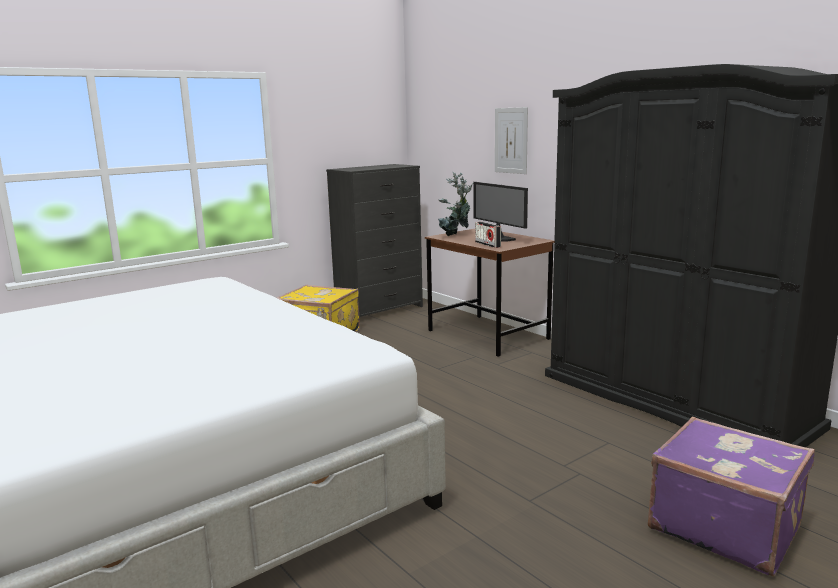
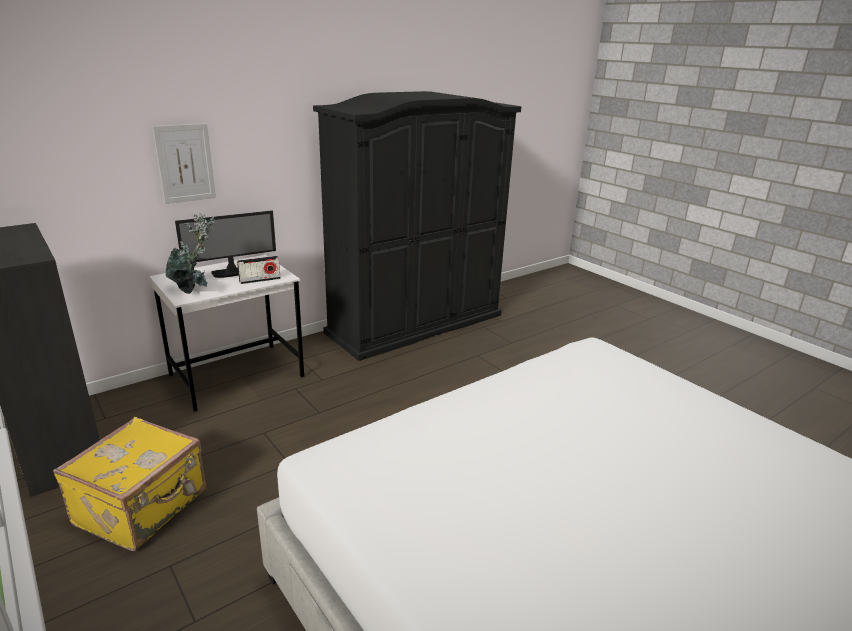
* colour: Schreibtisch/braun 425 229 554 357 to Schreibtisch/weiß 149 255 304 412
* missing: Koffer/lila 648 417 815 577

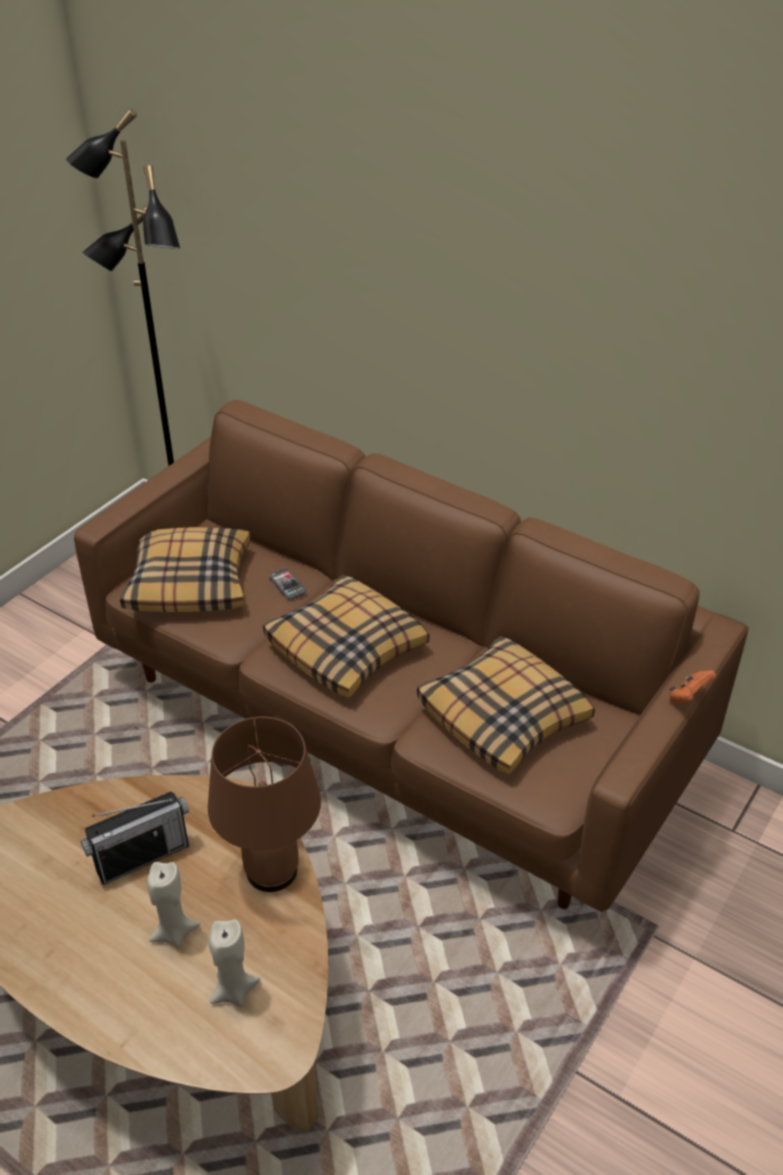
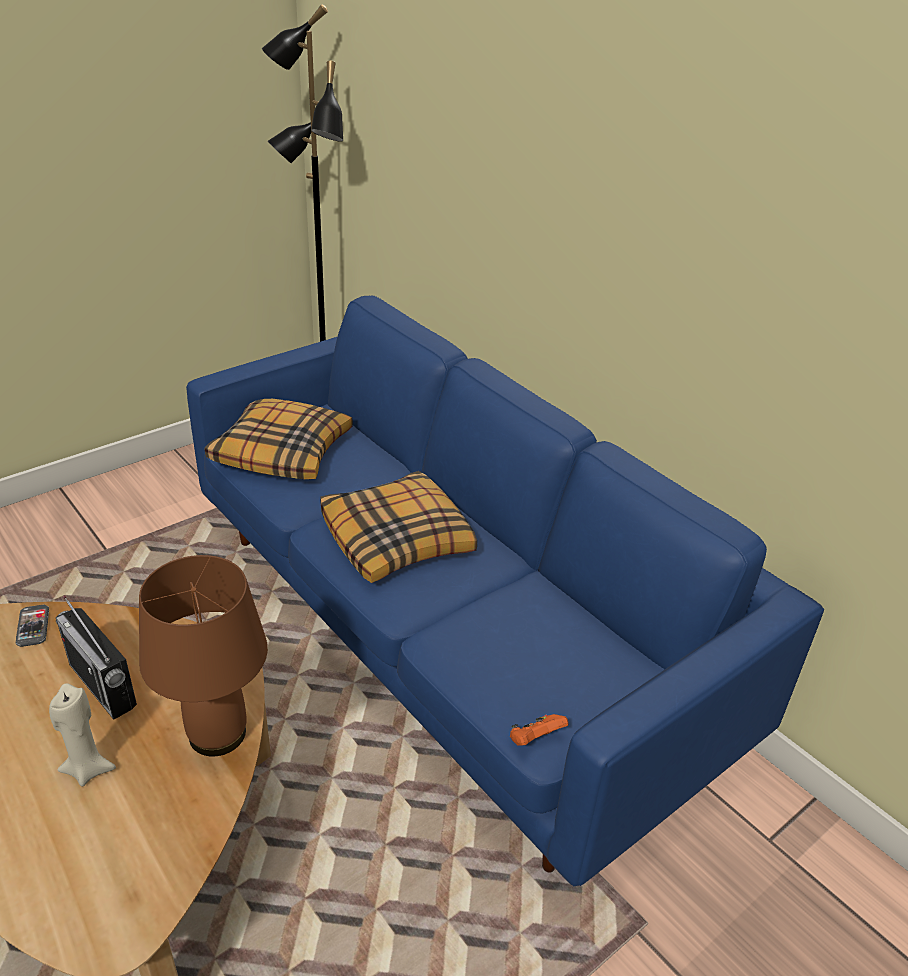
* relocated: Handy 269 568 307 600 to 16 605 49 647
* spun: Radio 81 792 189 885 = 56 595 137 720 60 degrees clockwise
* colour: Sofa/braun 74 400 749 912 to Sofa/blau 186 296 824 886
* relocated: Gamepad/orange 669 670 716 704 to 510 714 568 746
* missing: Kerze/beige 209 919 260 1007
* missing: Kissen 417 636 595 774

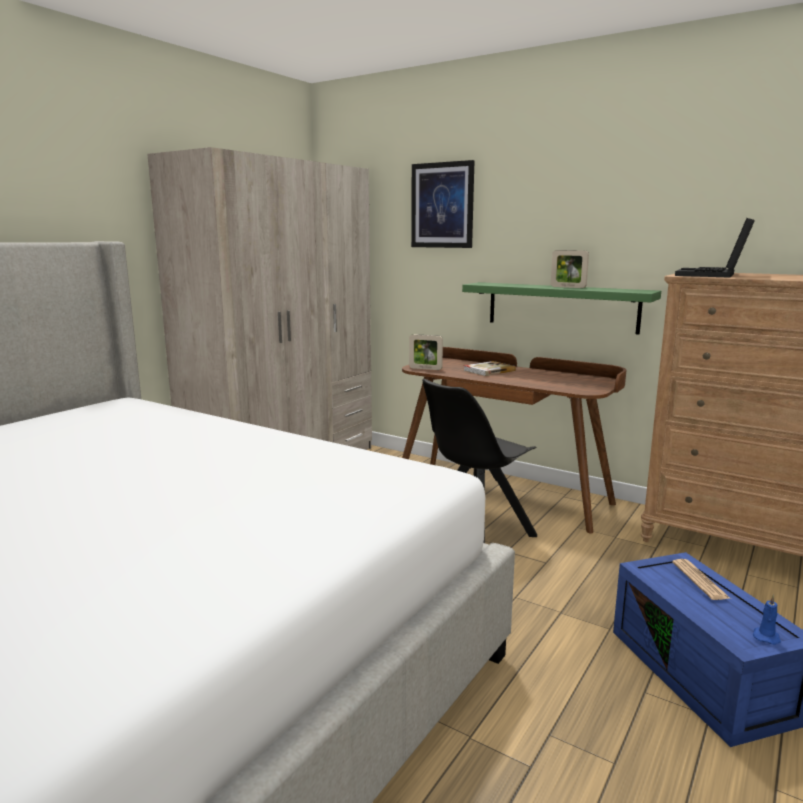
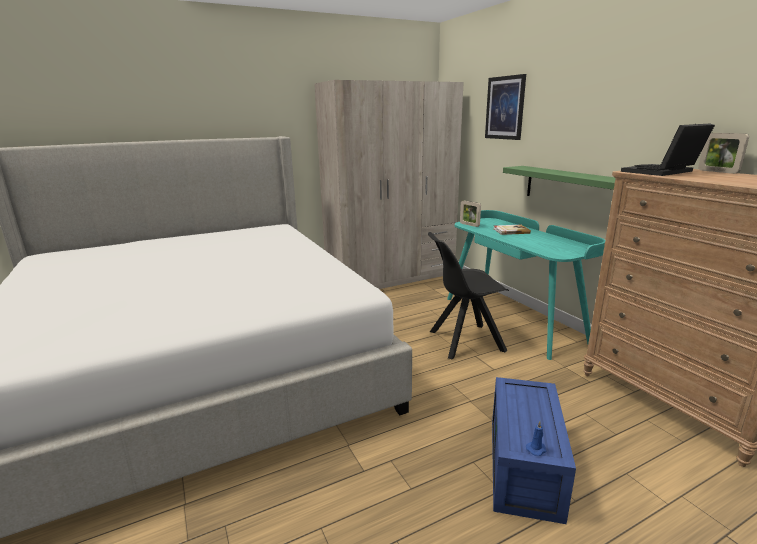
* colour: Schreibtisch/braun 402 347 626 533 to Schreibtisch/türkis 447 210 605 360
* relocated: Bilderrahmen 551 250 589 288 to 698 133 749 174
* missing: Zeitung 672 559 731 600

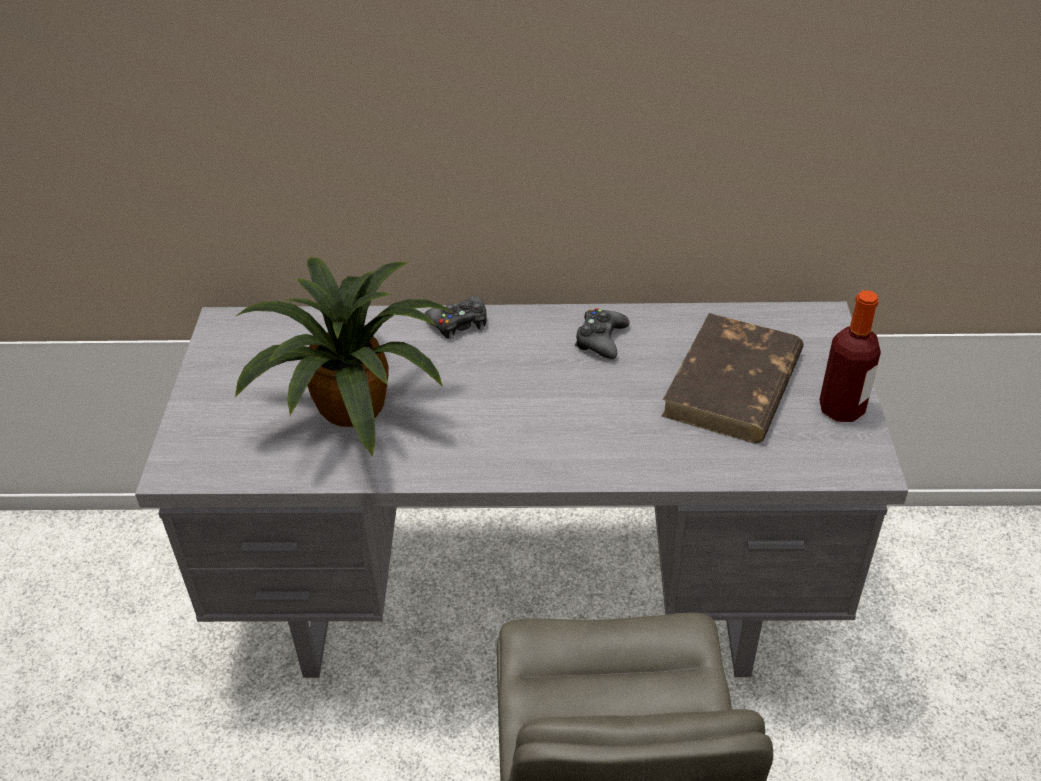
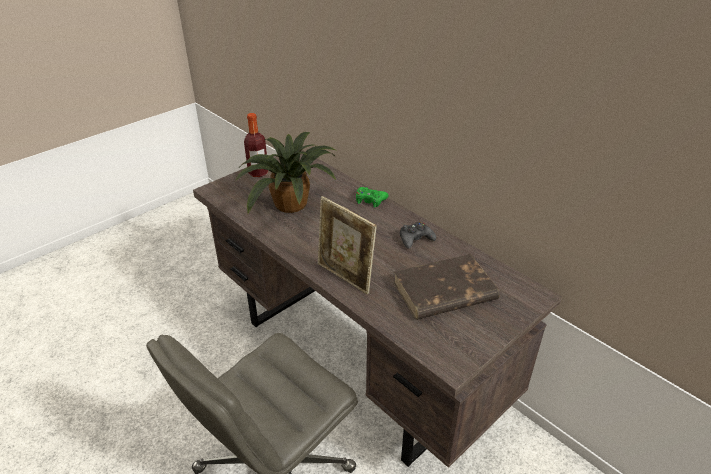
* colour: Schreibtisch/grau 135 302 908 678 to Schreibtisch/braun 193 150 562 468
* relocated: Flasche 819 290 881 422 to 244 113 268 177
* appeared: Bilderrahmen 318 196 377 295
* colour: Gamepad/schwarz 425 296 487 340 to Gamepad/grün 356 187 388 207

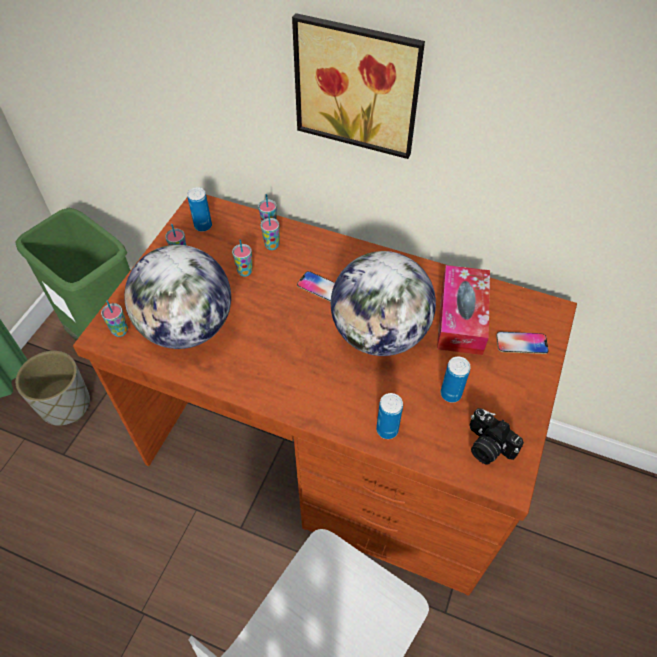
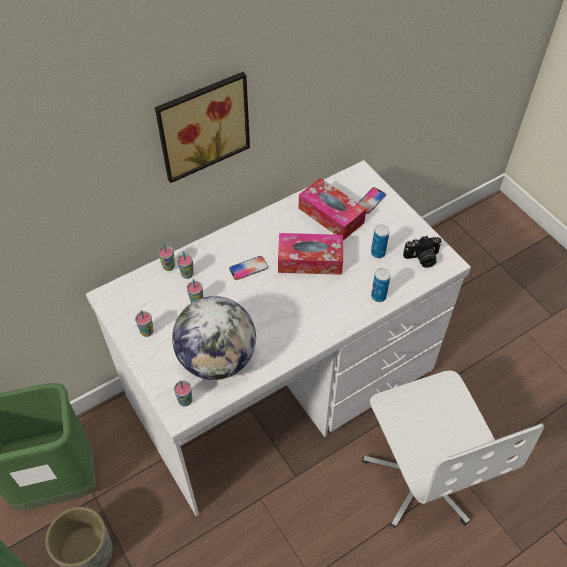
* colour: Schreibtisch/braun 73 195 577 596 to Schreibtisch/weiß 86 160 471 516
* exchanged: Globus 331 251 436 356 to Taschentuchbox 278 233 343 275
* missing: Dose 187 187 212 232

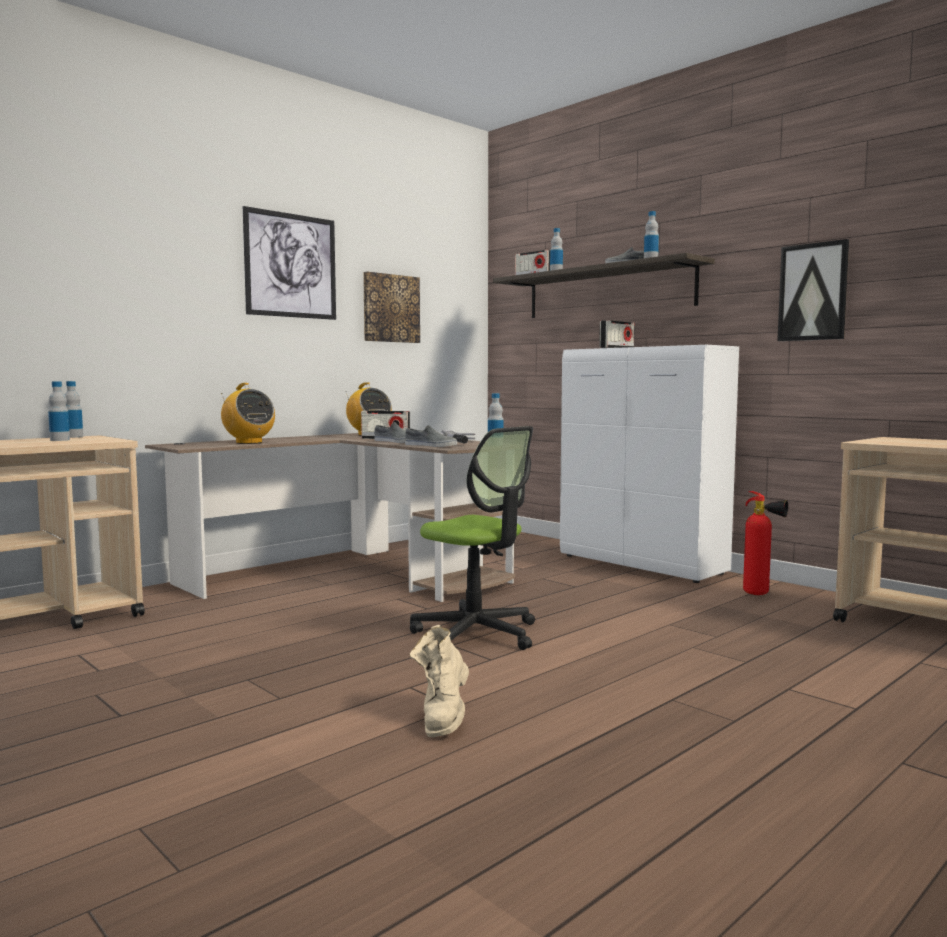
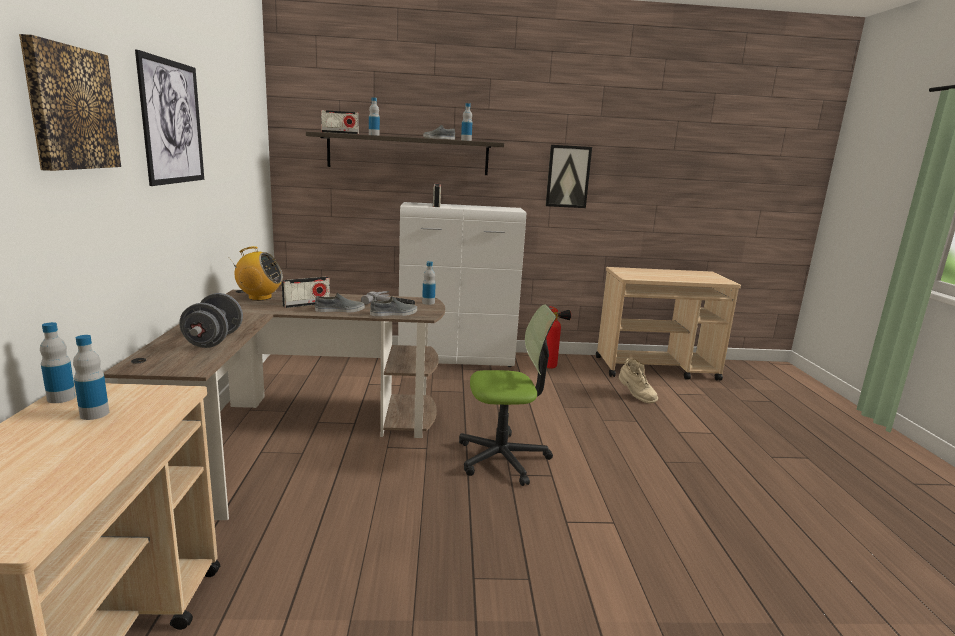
* relocated: Bild 363 272 420 343 to 19 34 121 171
* exchanged: Radio 221 383 275 444 to Hantel/grau 179 293 243 348
* relocated: Stiefel/beige 410 625 469 737 to 619 358 658 404

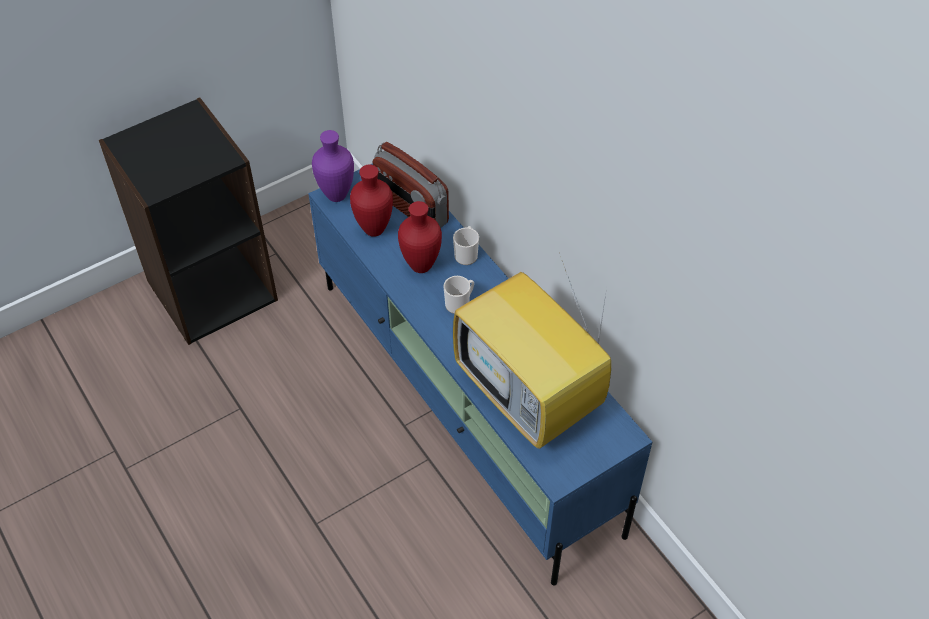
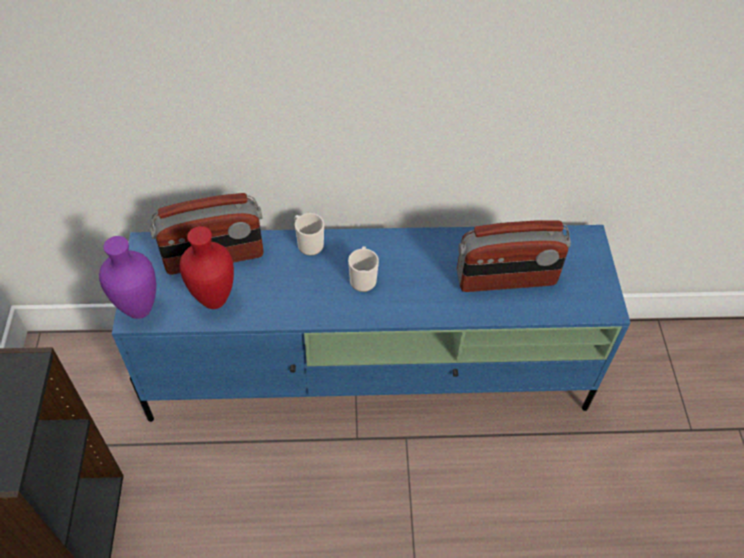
* exchanged: Fernseher 453 256 611 449 to Radio 457 221 571 292
* missing: Vase/rot 398 201 442 273

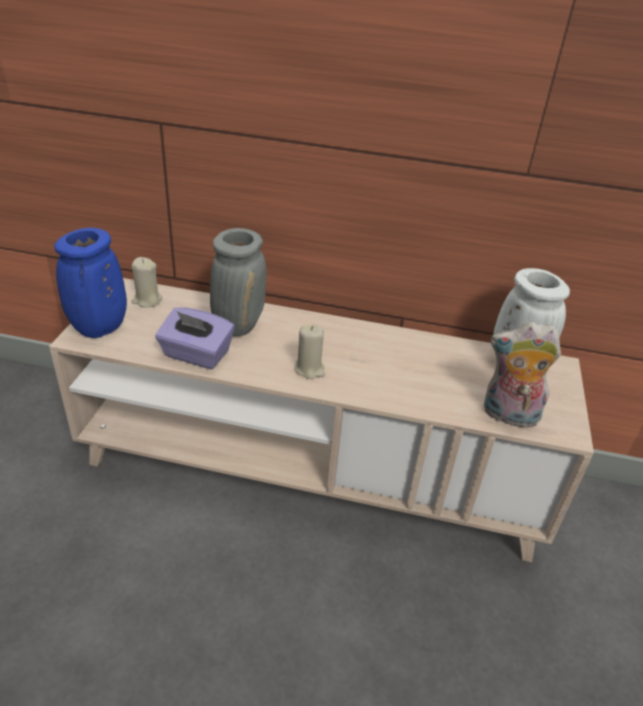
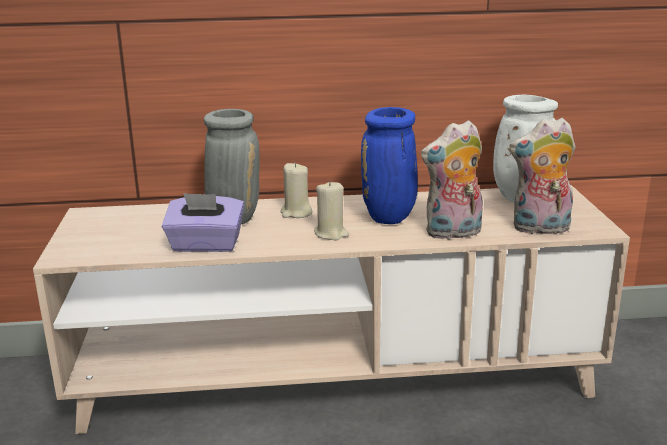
* relocated: Kerze/beige 131 257 163 308 to 280 162 313 218
* relocated: Vase/blau 54 228 127 338 to 361 107 418 224
* appeared: Plüschtier 421 120 483 240

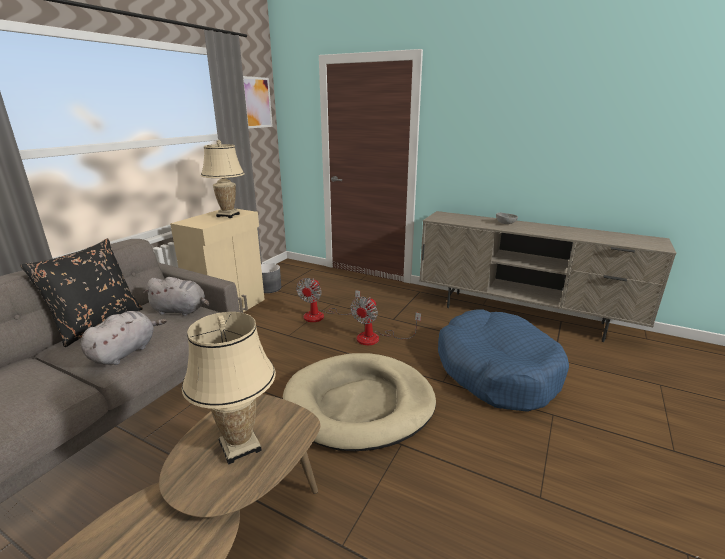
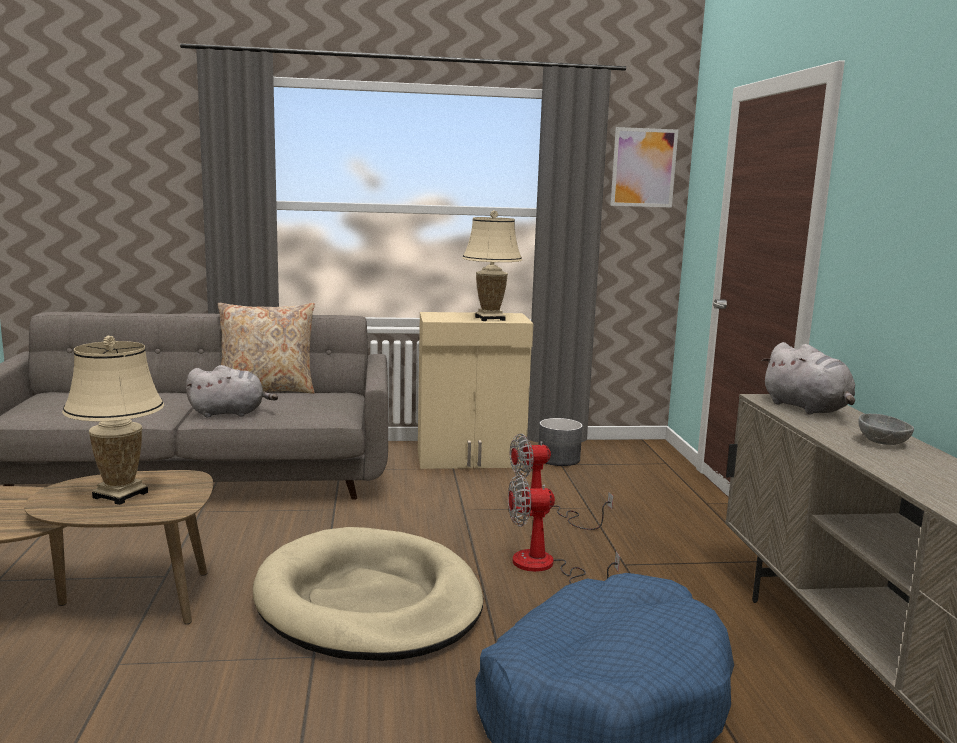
* colour: Kissen/schwarz 20 238 143 347 to Kissen/beige 218 303 315 394
* relocated: Plüschtier/grau 143 277 209 316 to 761 342 855 414

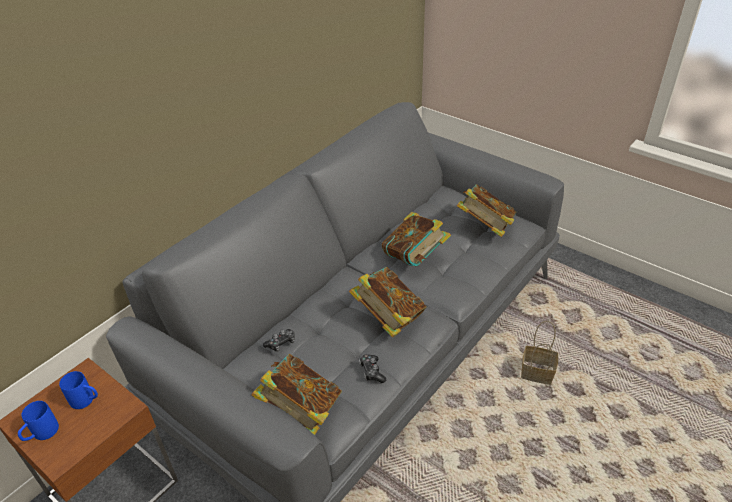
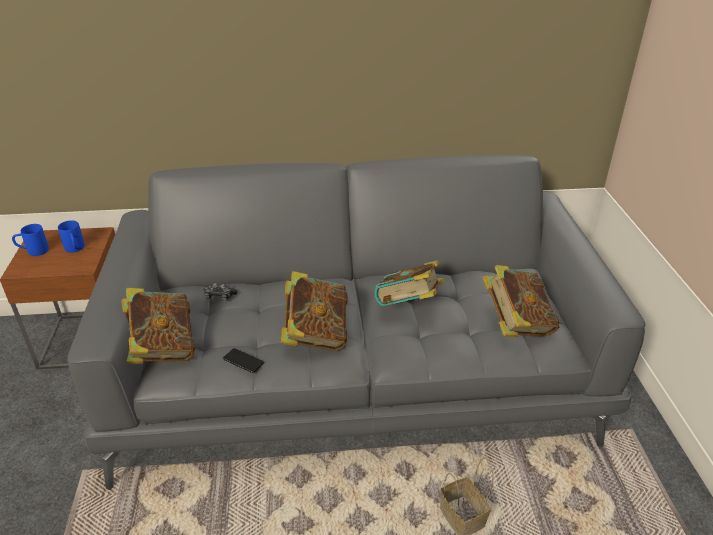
* exchanged: Gamepad 359 354 386 383 to Handy 223 348 264 373

